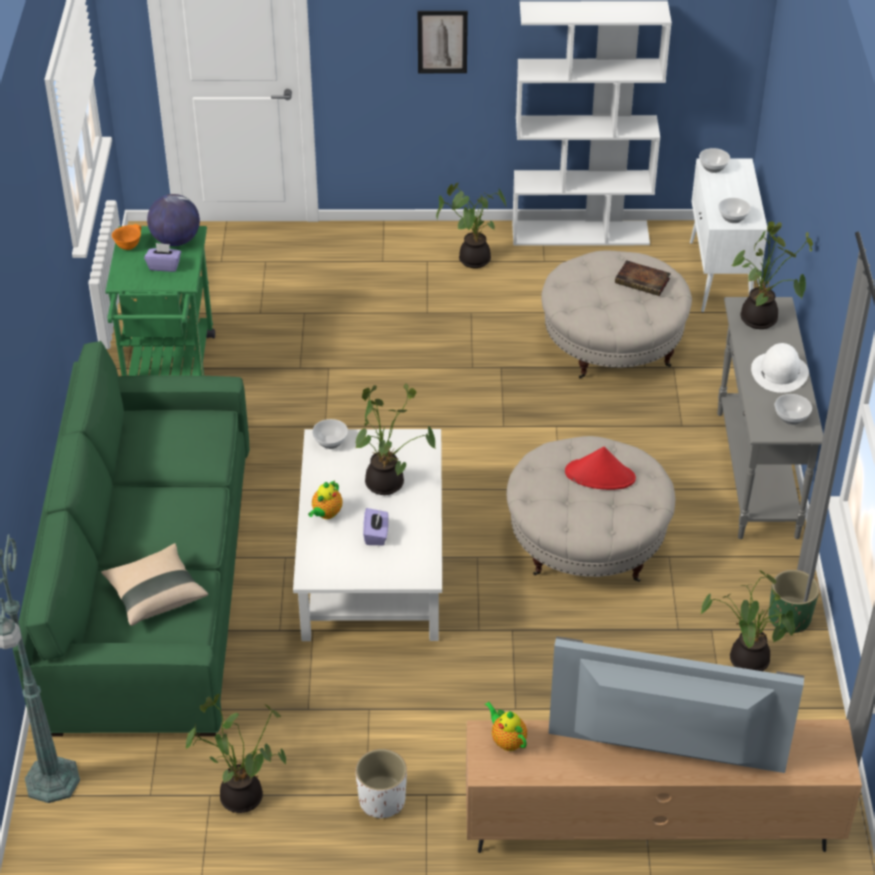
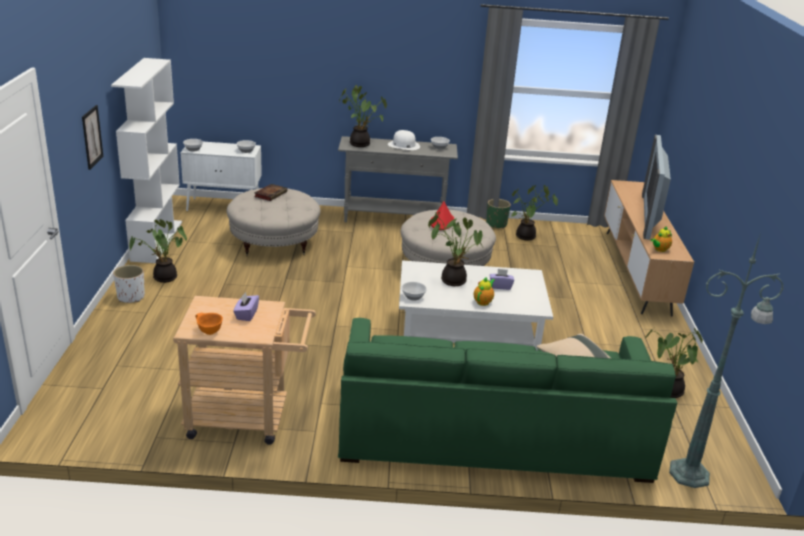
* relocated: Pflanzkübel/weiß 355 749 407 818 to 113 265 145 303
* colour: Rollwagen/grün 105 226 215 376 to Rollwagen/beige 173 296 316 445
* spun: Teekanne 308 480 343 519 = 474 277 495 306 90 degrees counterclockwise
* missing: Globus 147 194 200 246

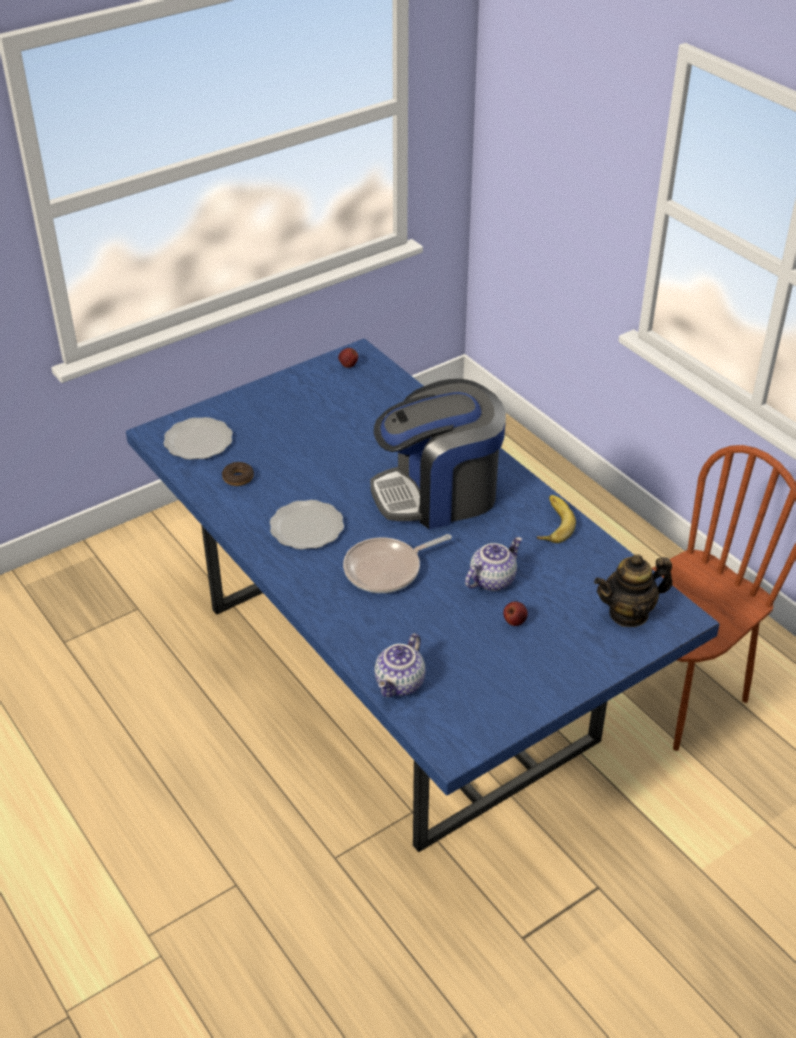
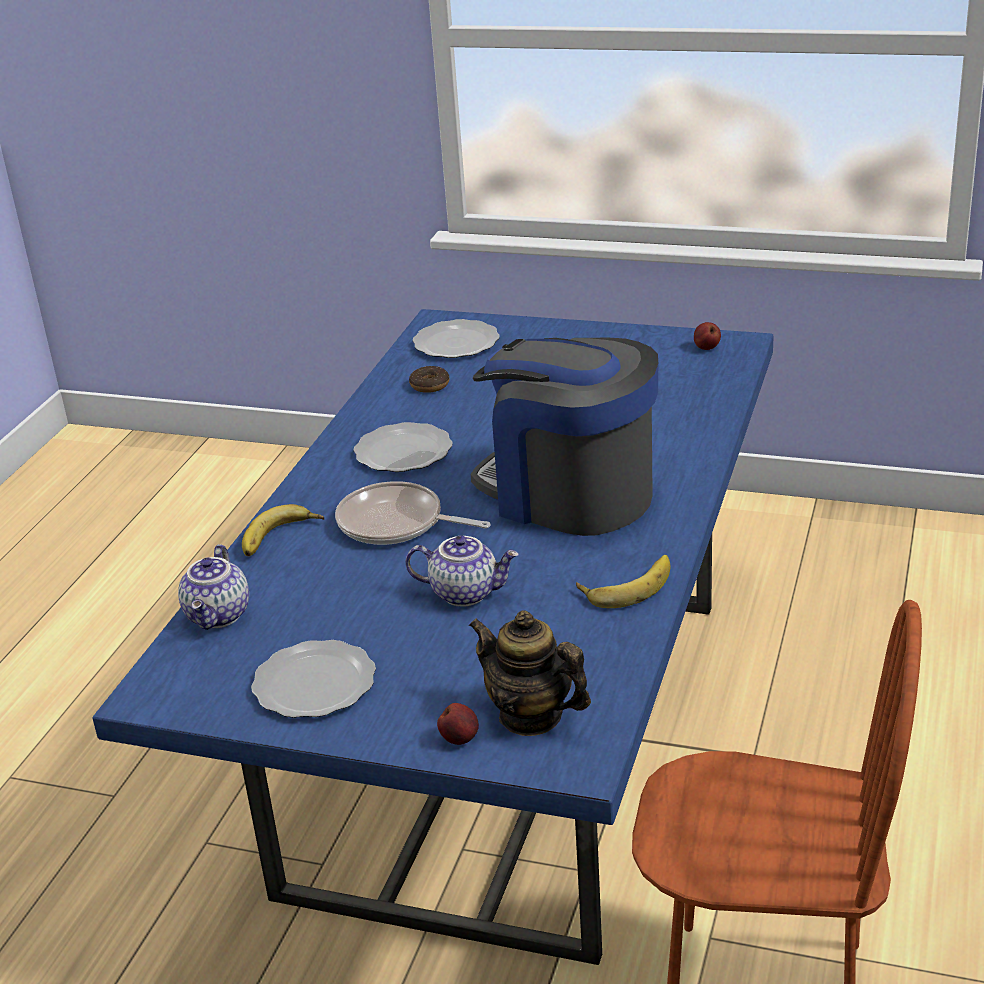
* spun: Teekanne 375 633 425 697 = 178 544 249 630 75 degrees counterclockwise
* appeared: Banane 242 504 324 556
* appeared: Teller 251 640 376 718
* relocated: Apfel 503 602 528 626 to 437 703 479 745

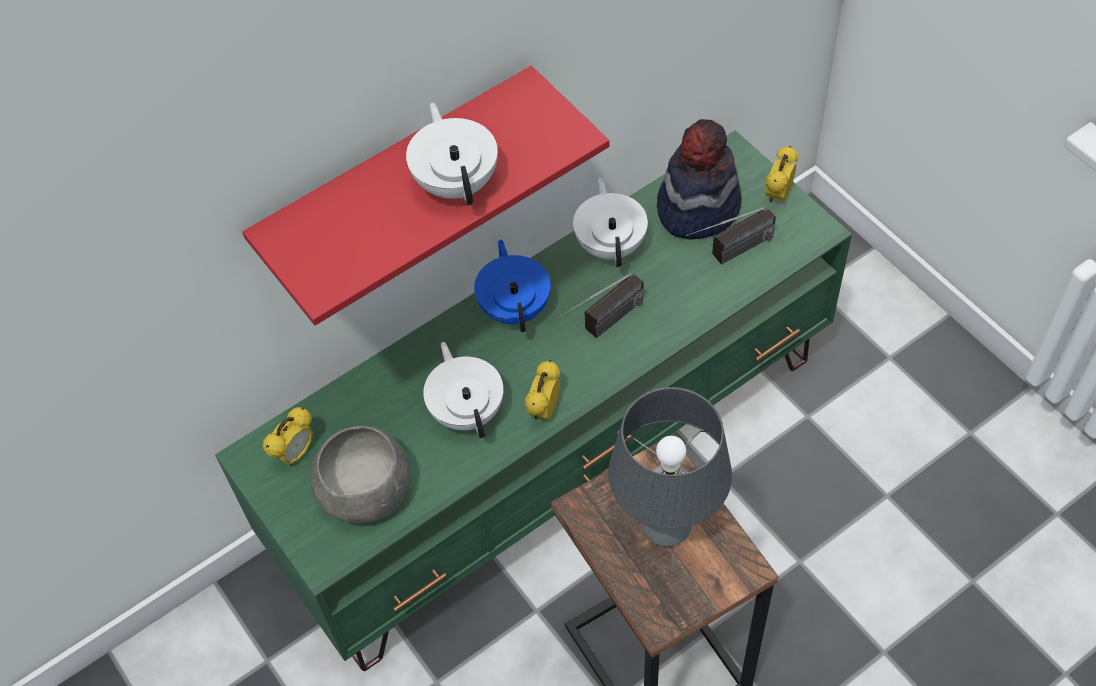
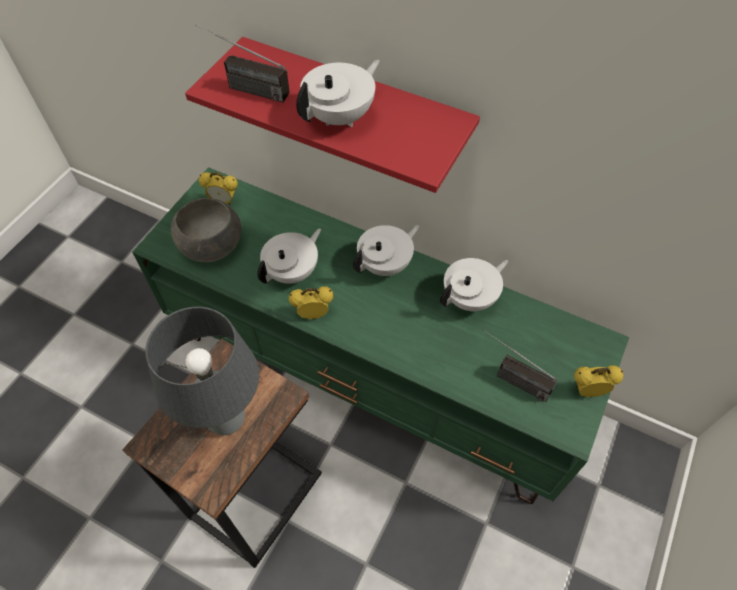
* relocated: Radio 557 273 644 338 to 195 24 290 102
* colour: Teekanne/blau 474 239 551 332 to Teekanne/weiß 353 225 419 276
* missing: Hut 657 119 741 240

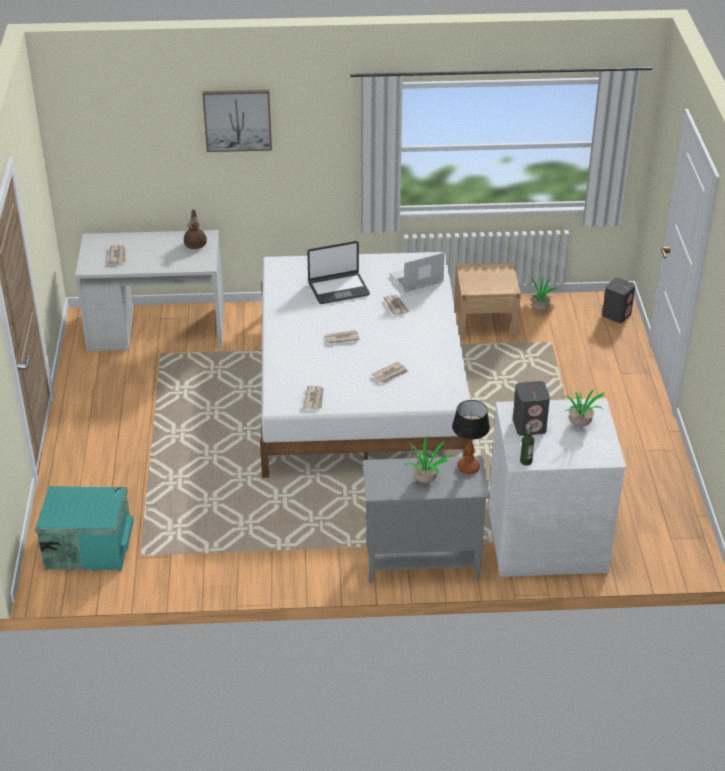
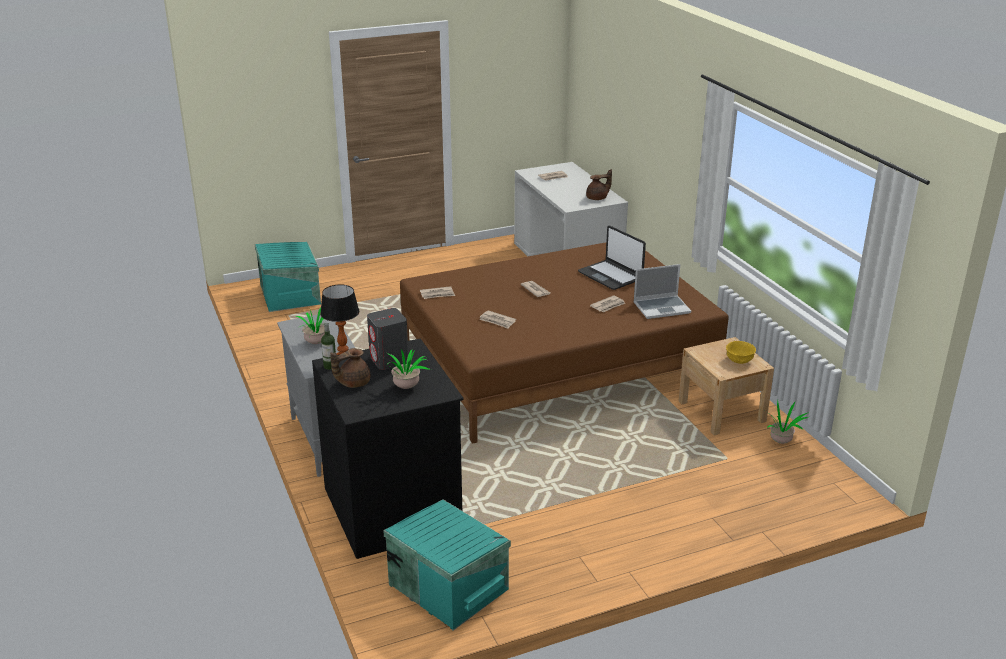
* colour: Kommode/weiß 488 398 626 577 to Kommode/schwarz 312 339 464 559
* appeared: Teekanne/braun 330 348 370 388
* appeared: Aufbewahrungsbox/türkis 383 499 511 631
* colour: Bett/weiß 260 252 472 478 to Bett/braun 400 242 729 444
* spun: Laptop 390 252 445 292 = 633 264 691 319 120 degrees clockwise
* appeared: Schüssel/gelb 726 341 756 364
* missing: Bild 202 90 272 152
* missing: Lautsprecher/grau 602 277 635 323

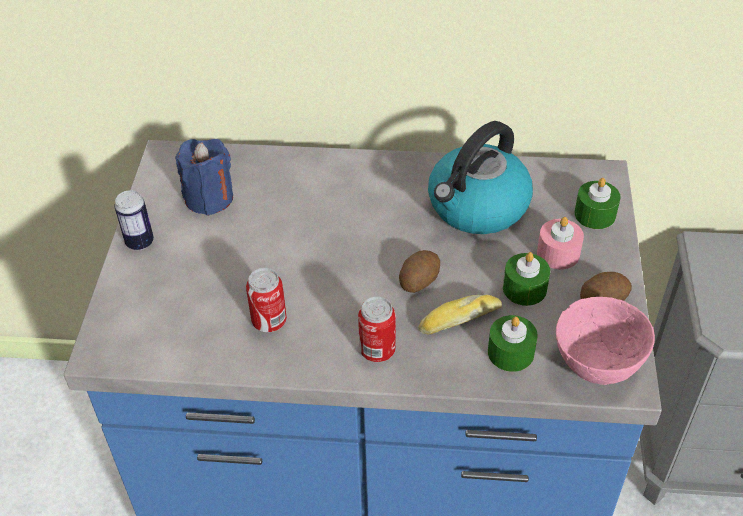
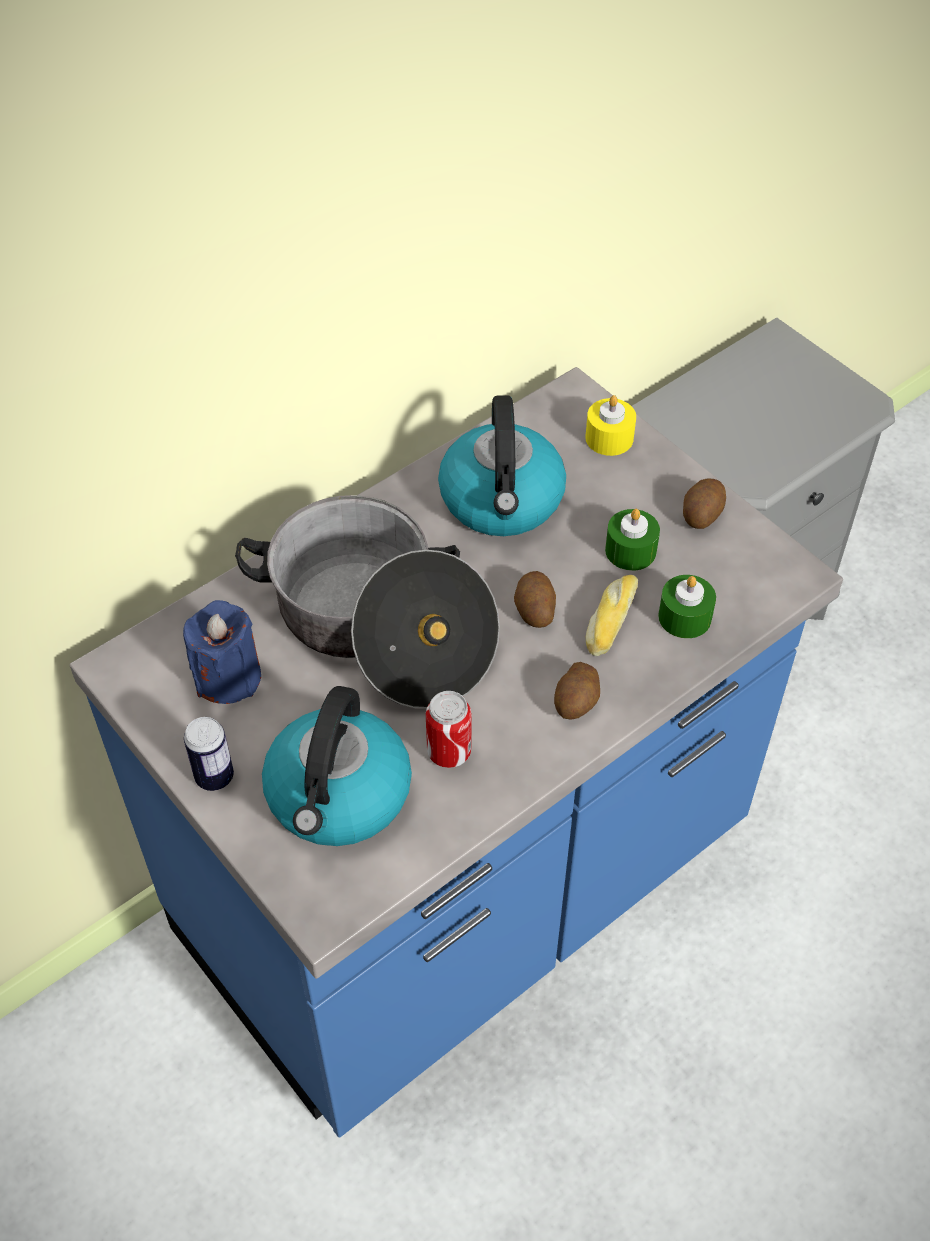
* appeared: Kochtopf 235 495 500 709
* appeared: Wasserkessel 262 686 412 846
* exchanged: Dose 358 296 396 362 to Kartoffel 554 662 600 719
* colour: Kerze/grün 574 178 621 229 to Kerze/gelb 585 395 636 456
* missing: Kerze/rosa 537 217 584 269
* missing: Schüssel/rosa 556 297 655 385

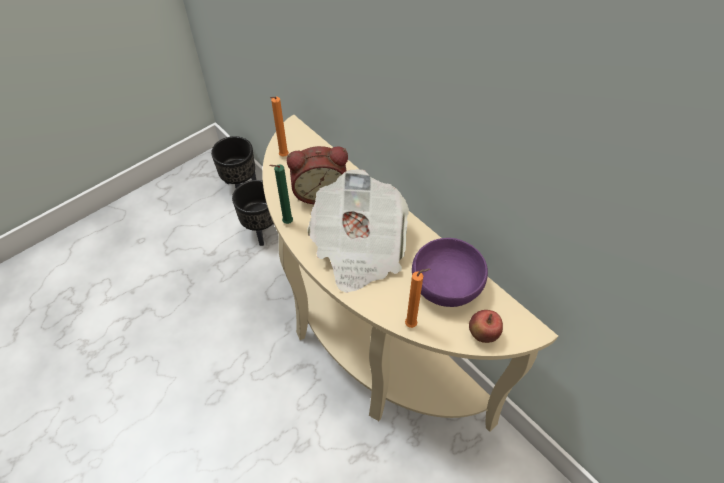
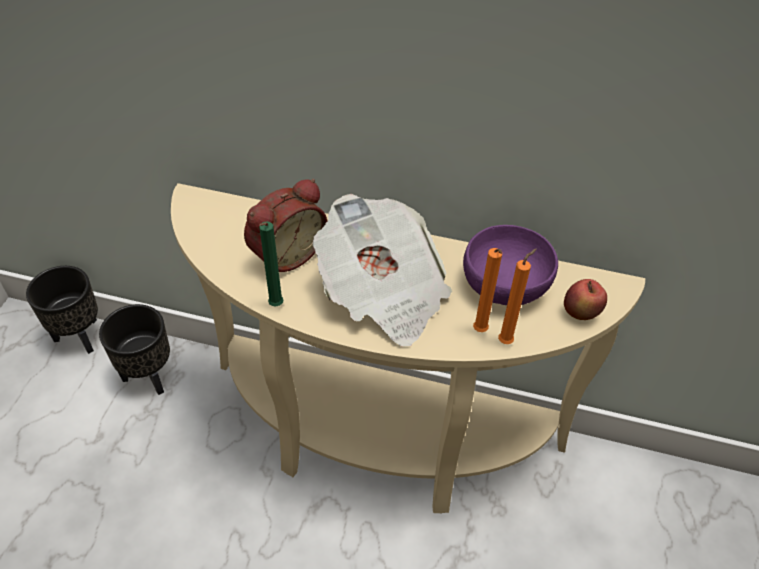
* relocated: Kerze/orange 270 97 289 157 to 473 248 502 332

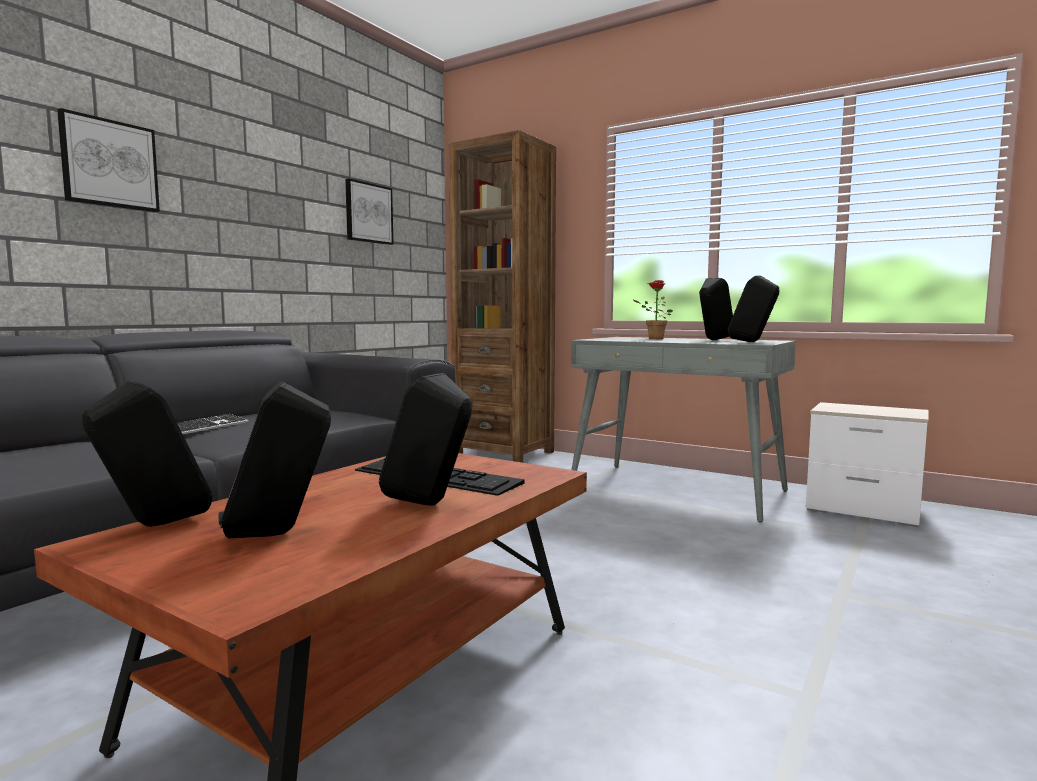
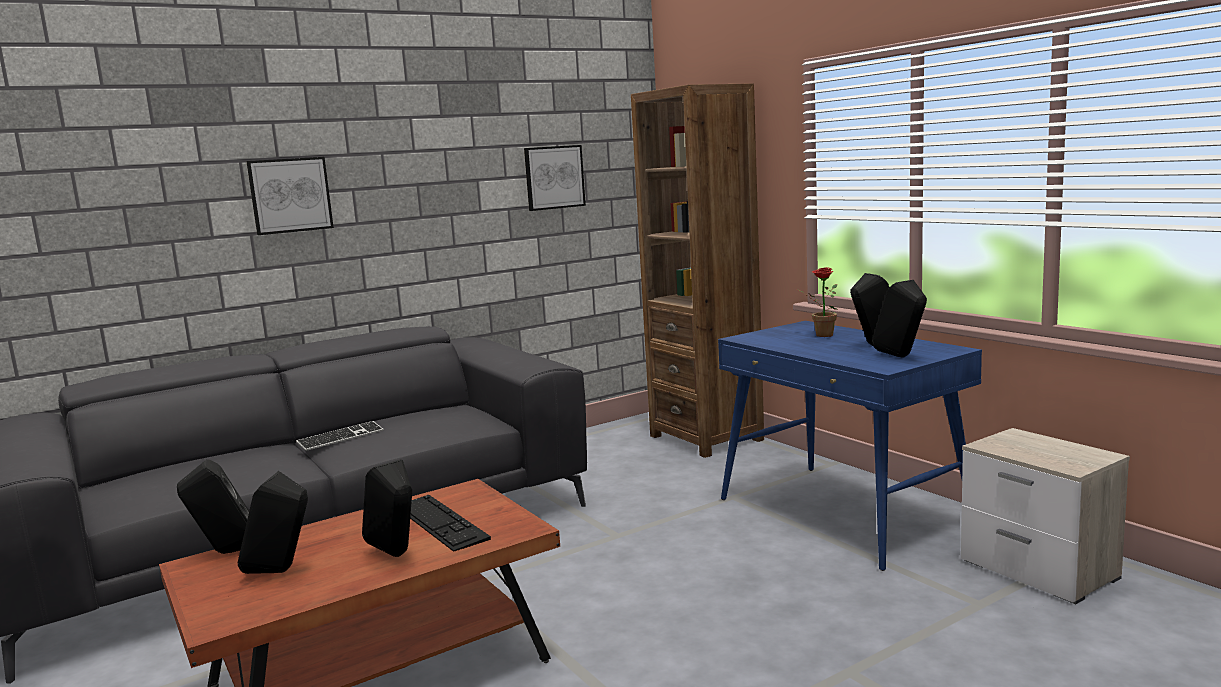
* colour: Schreibtisch/grau 571 337 796 522 to Schreibtisch/blau 718 321 982 571

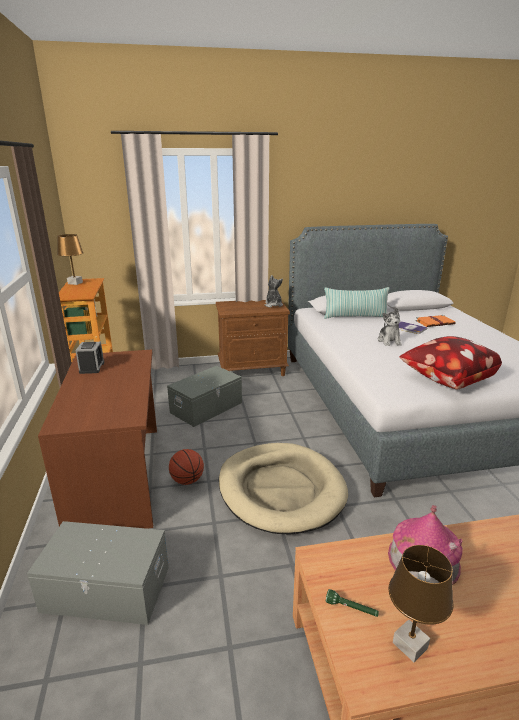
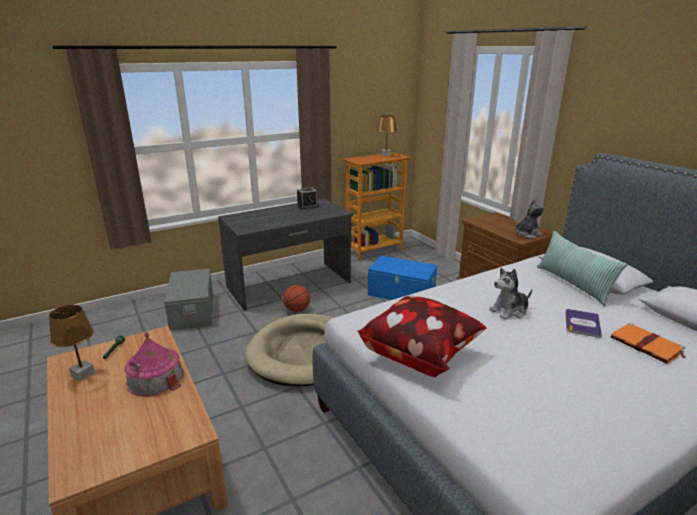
* colour: Schreibtisch/braun 38 349 157 529 to Schreibtisch/grau 218 198 353 311
* colour: Aufbewahrungsbox/grau 167 366 242 427 to Aufbewahrungsbox/blau 368 256 437 300

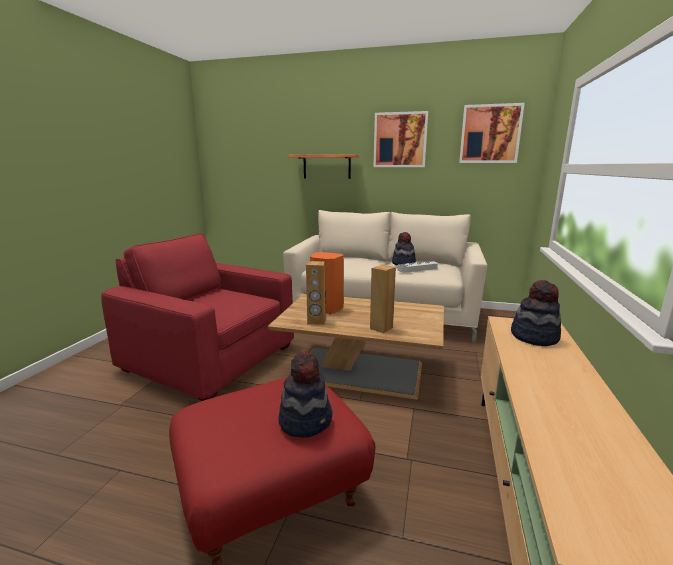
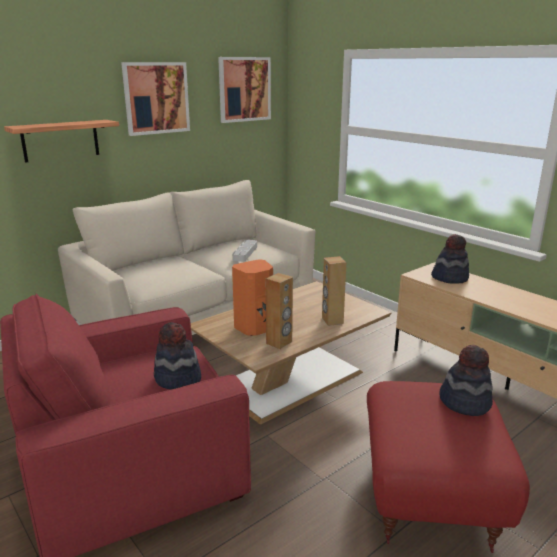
* relocated: Hut 392 232 416 266 to 154 322 201 389

